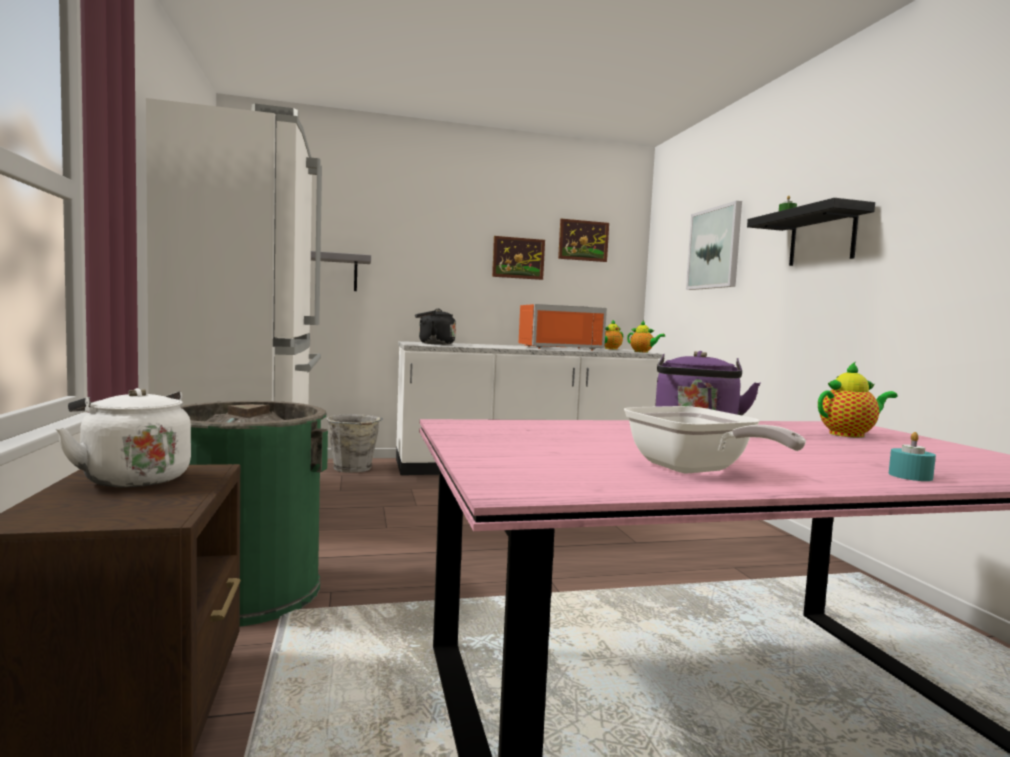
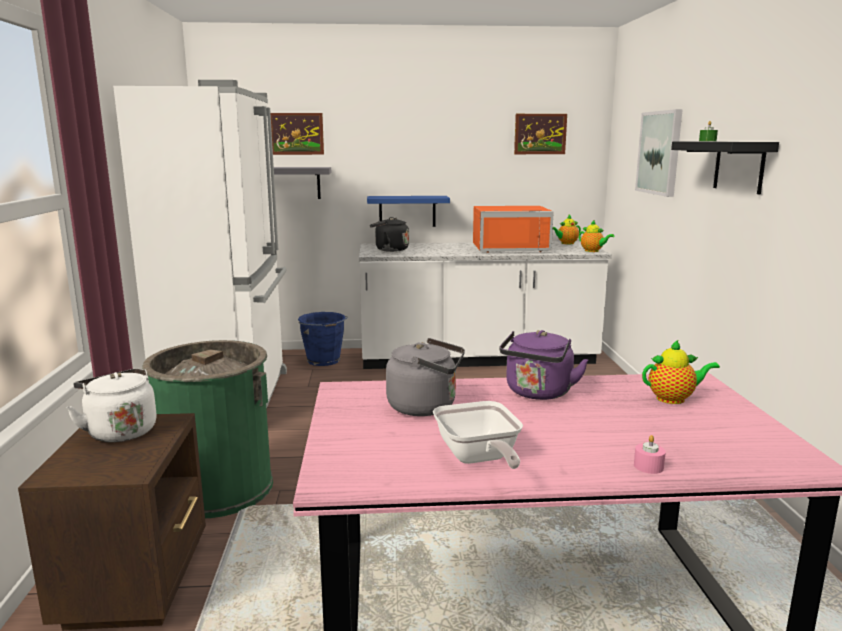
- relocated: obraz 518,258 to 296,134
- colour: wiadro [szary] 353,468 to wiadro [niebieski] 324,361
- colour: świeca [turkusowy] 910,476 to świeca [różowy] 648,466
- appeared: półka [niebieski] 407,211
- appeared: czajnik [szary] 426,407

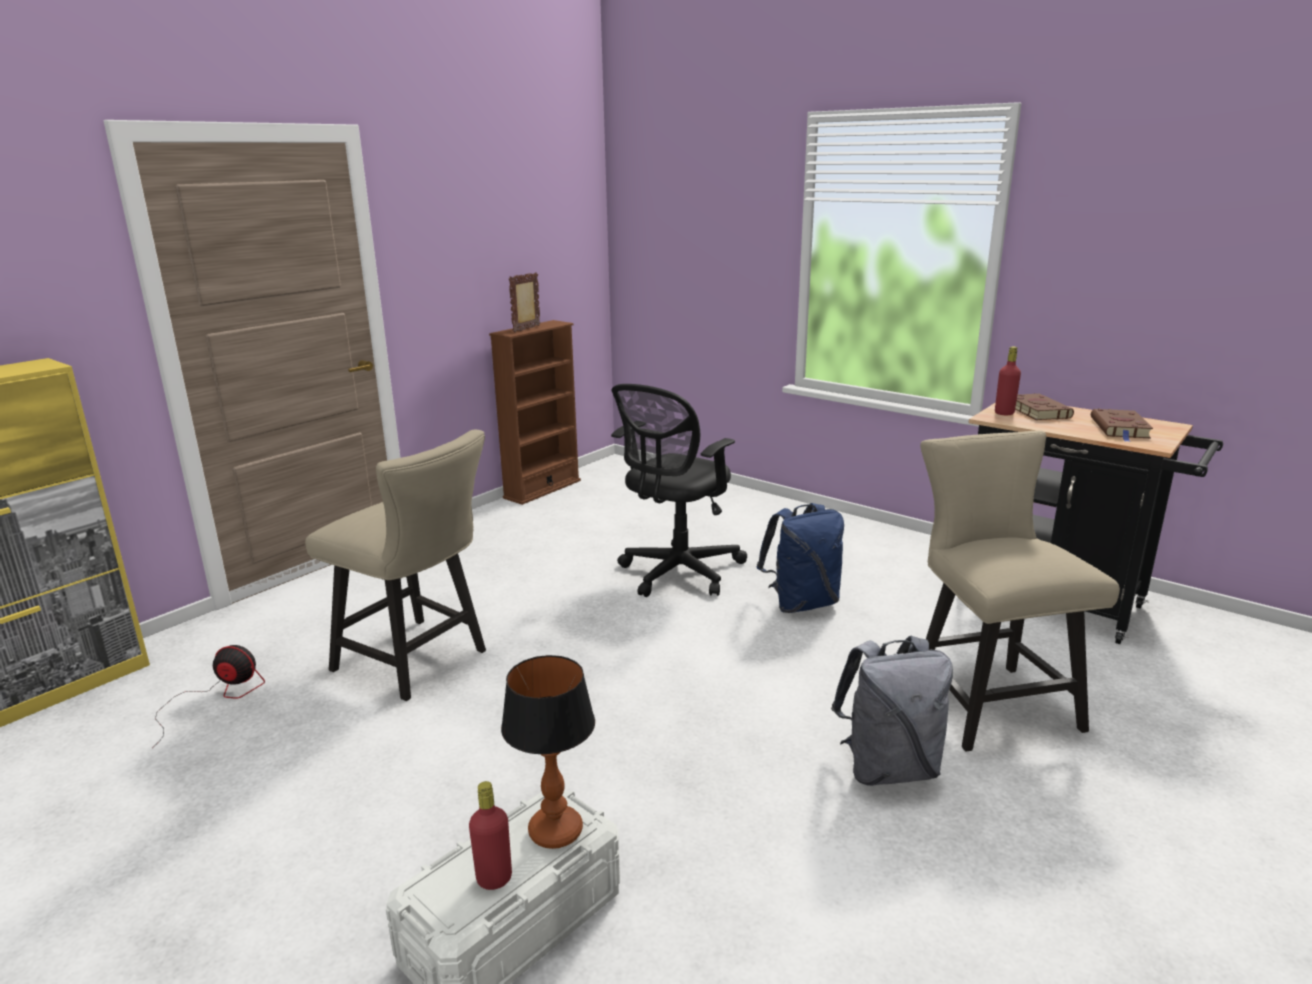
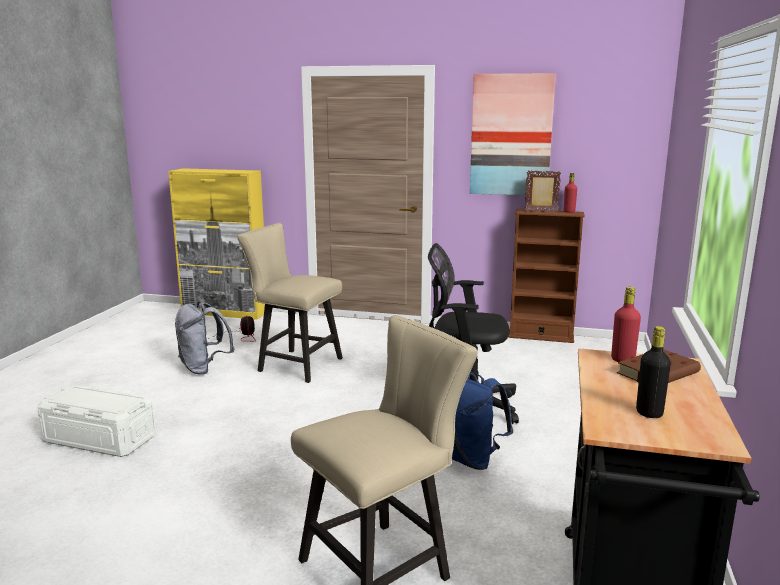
- exchanged: książka [brązowy] 1120,429 to butelka [czarny] 649,413
- spun: krzesło [beżowy] 419,662 = 294,364 105 degrees clockwise
- relocated: plecak [szary] 888,768 to 204,368
- missing: lampa stołowa 556,832
- relocated: butelka [czerwony] 494,879 to 569,212
- appeared: obraz 511,135

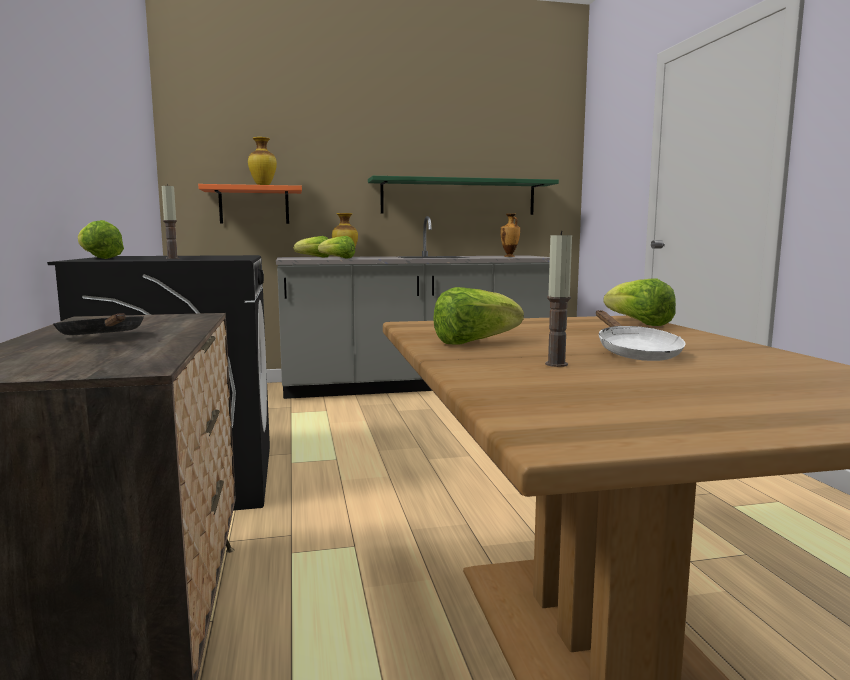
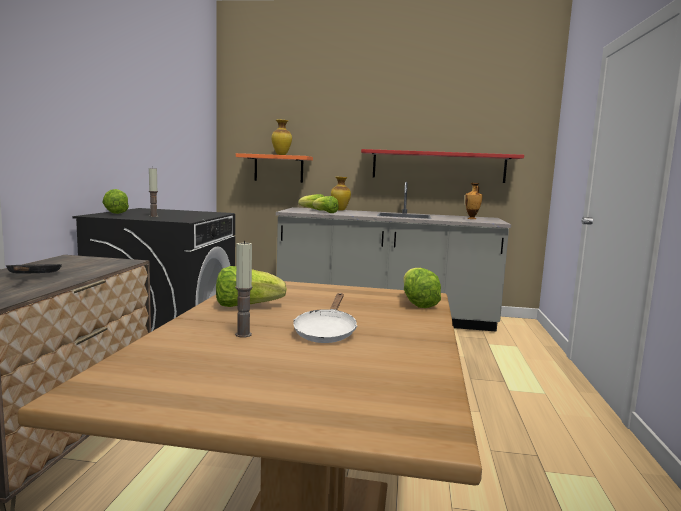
- colour: półka [zielony] 459,197 to półka [czerwony] 438,166

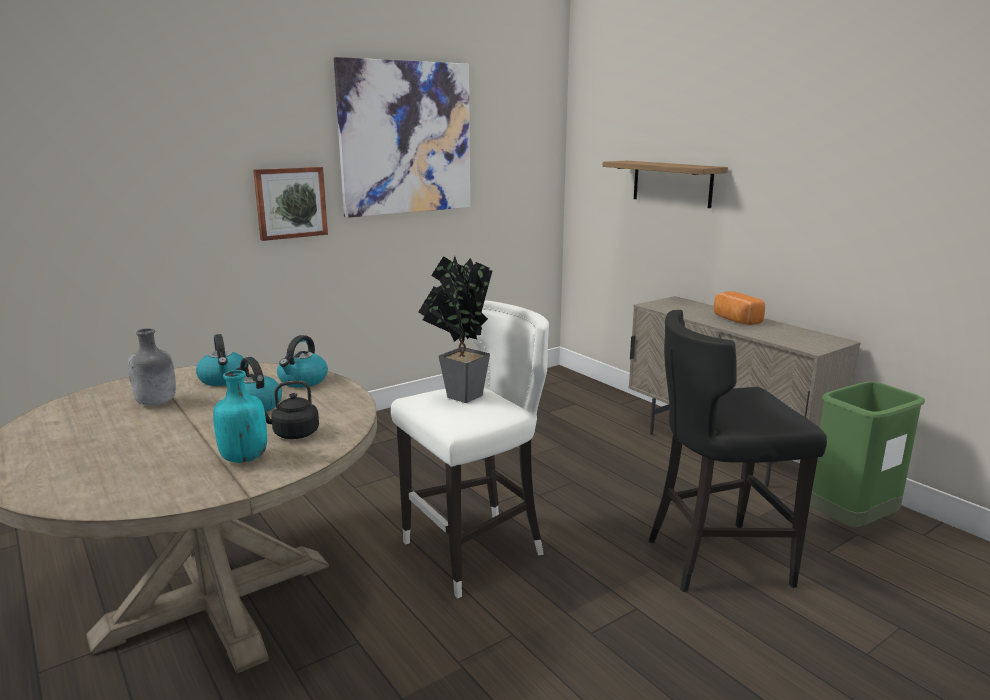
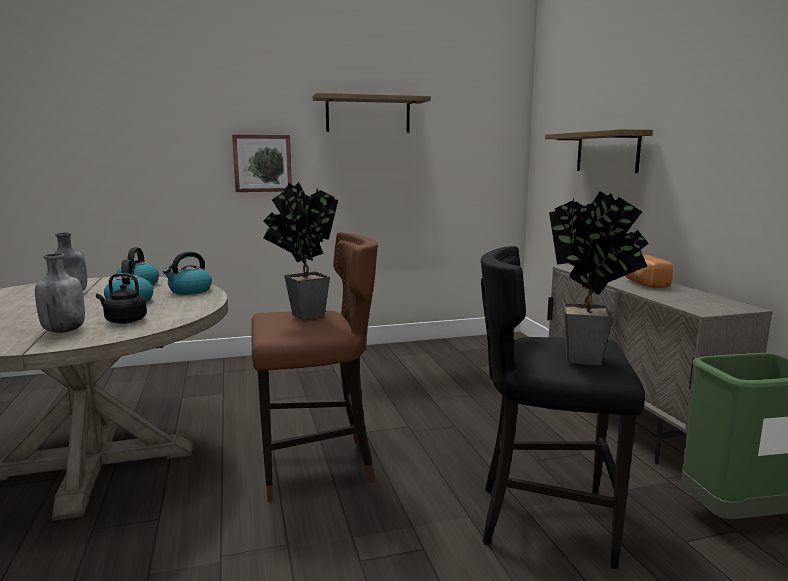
- exchanged: obraz 406,138 to półka 368,114
- colour: stołek [biały] 475,551 to stołek [brązowy] 317,467
- colour: butelka [turkusowy] 243,458 to butelka [szary] 64,330
- appeared: roślina doniczkowa 590,360

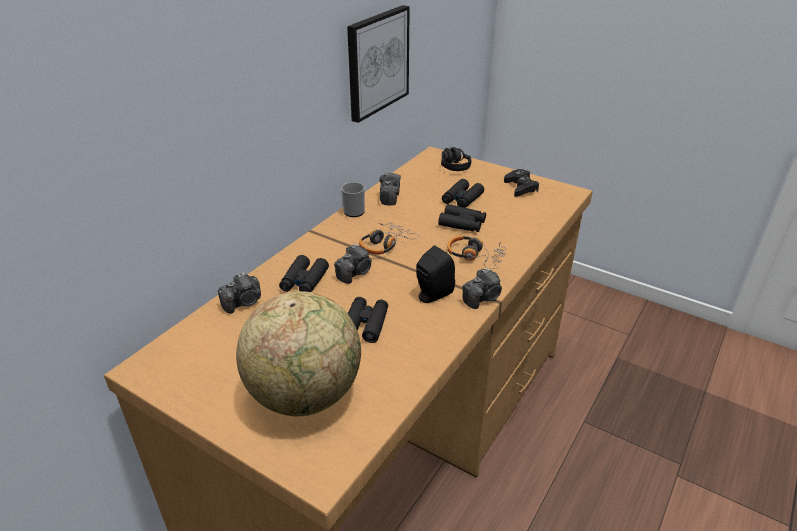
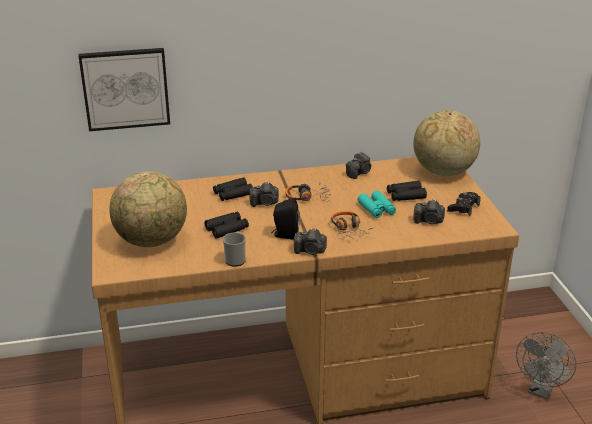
- relocated: obraz 377,62 to 125,88
- exchanged: słuchawki [czarny] 452,164 to globus 443,172
- relocated: kubek 352,210 to 236,259
- colour: lornetka [czarny] 462,223 to lornetka [turkusowy] 376,209
- relocated: aparat fotograficzny 243,302 to 429,221
- appeared: wentylator [szary] 541,390

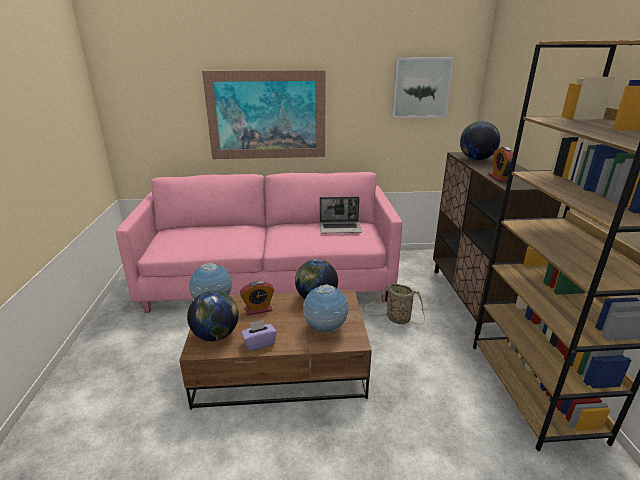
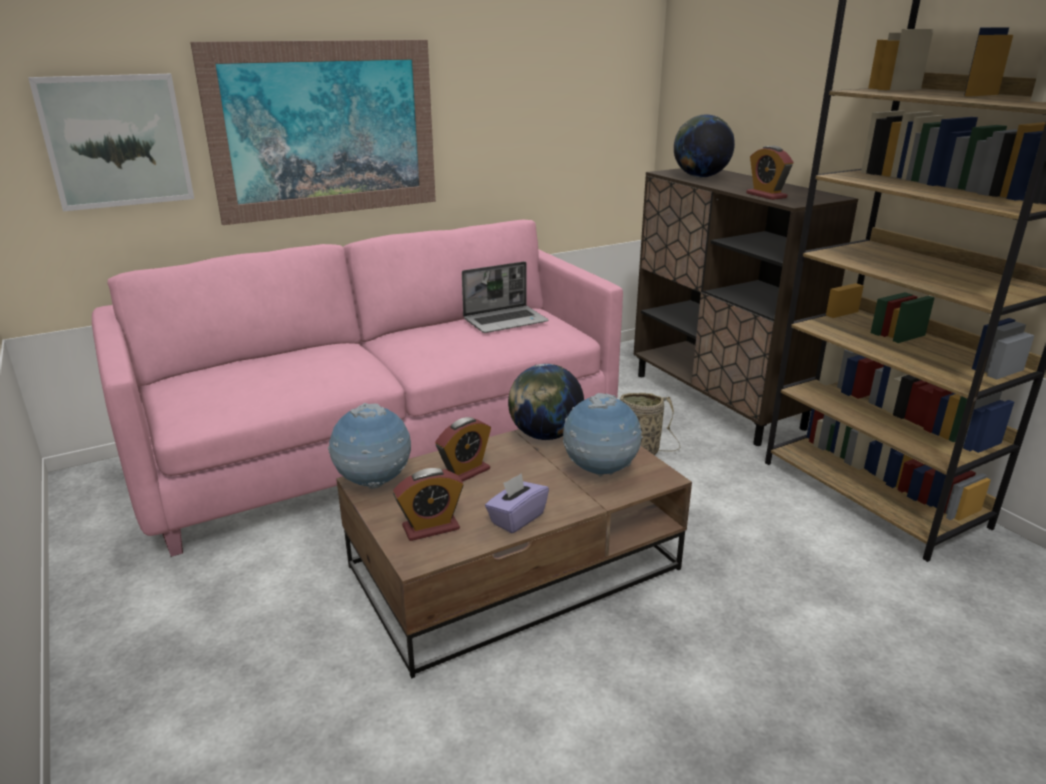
- relocated: obraz 421,88 to 116,141
- exchanged: globus 216,335 to budzik 431,528

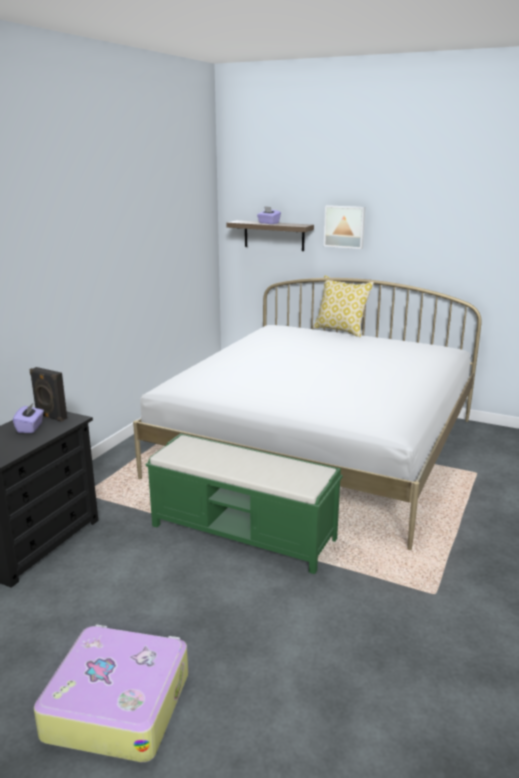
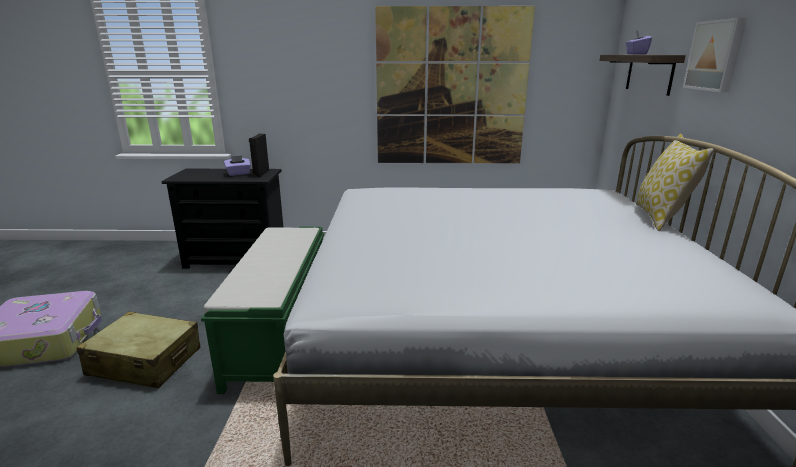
- appeared: obraz 451,89
- appeared: walizka [beżowy] 145,362

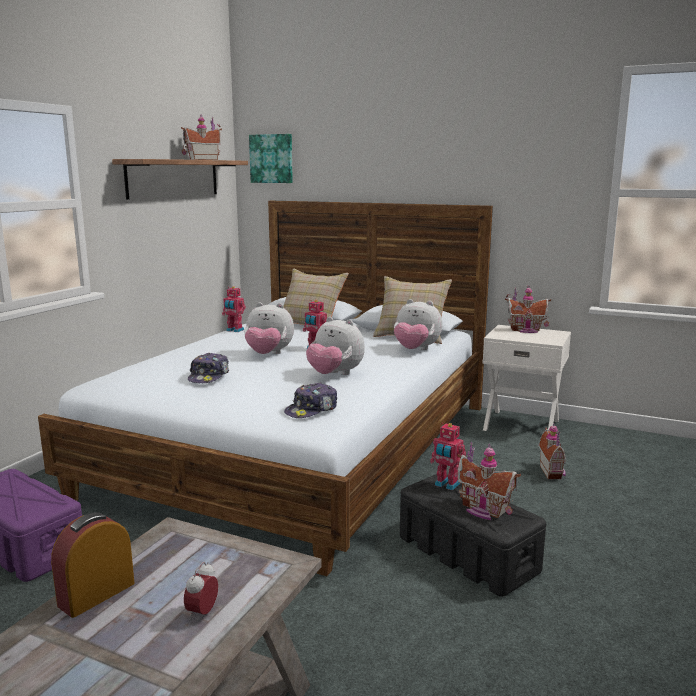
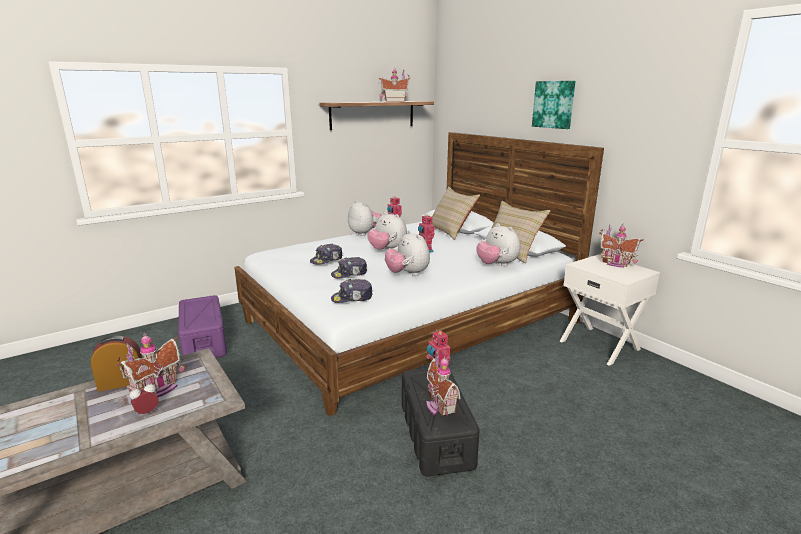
- relocated: obraz 272,158 to 554,104
- relocated: domek 553,472 to 158,389
- appeared: pluszak 365,233
- appeared: czapka z daszkiem 349,274

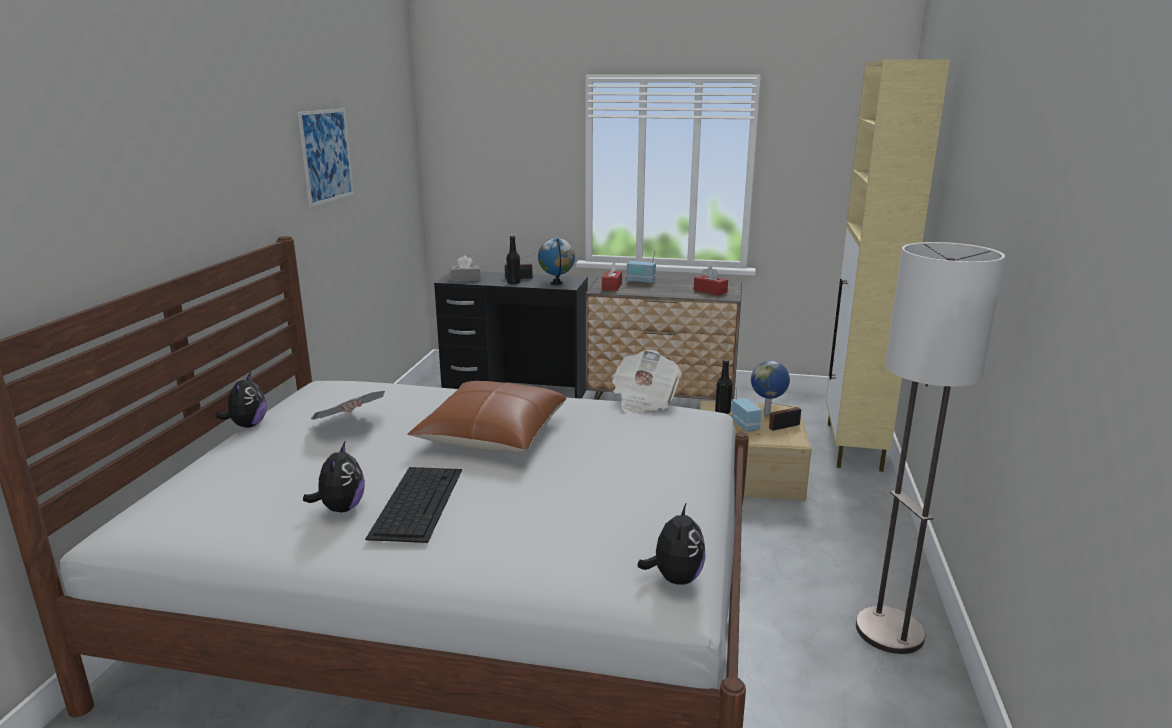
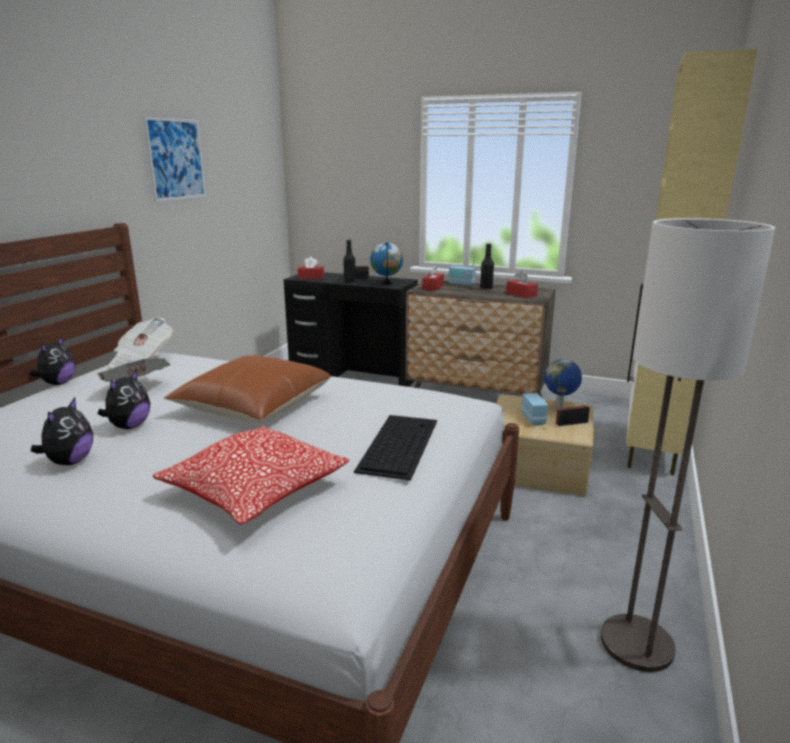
- colour: pudełko chusteczek [szary] 465,279 to pudełko chusteczek [czerwony] 311,278
- relocated: gazeta 644,400 to 141,359
- relocated: butelka [czarny] 722,412 to 486,288
- relocated: klawiatura 417,501 to 398,444
- relocated: pluszak 675,578 to 129,426
- appeared: poduszka 255,490

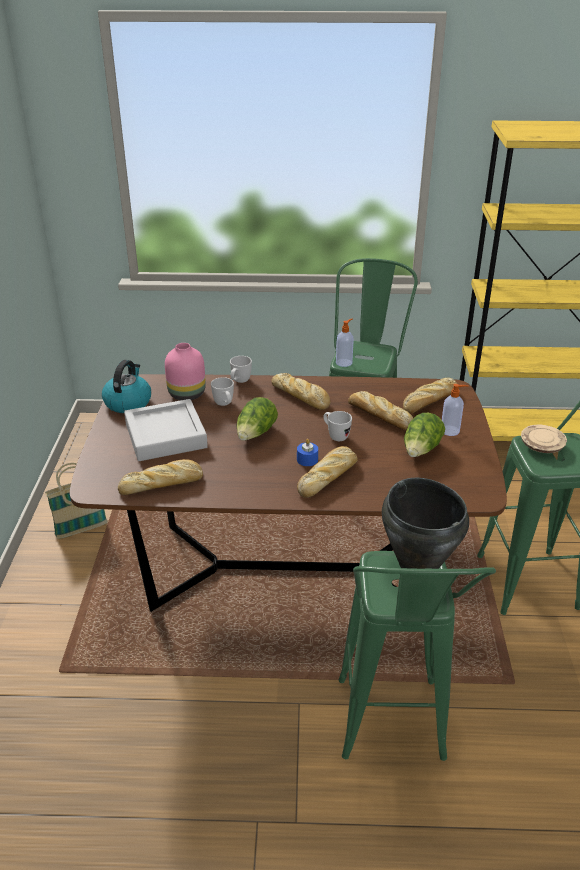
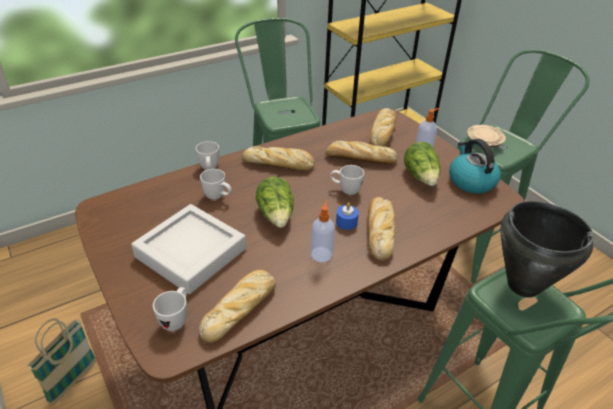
- relocated: dozownik mydła 344,362 to 321,254
- missing: wazon [różowy] 187,394
- relocated: czajnik 128,402 to 471,181
- appeared: kubek [biały] 176,319

